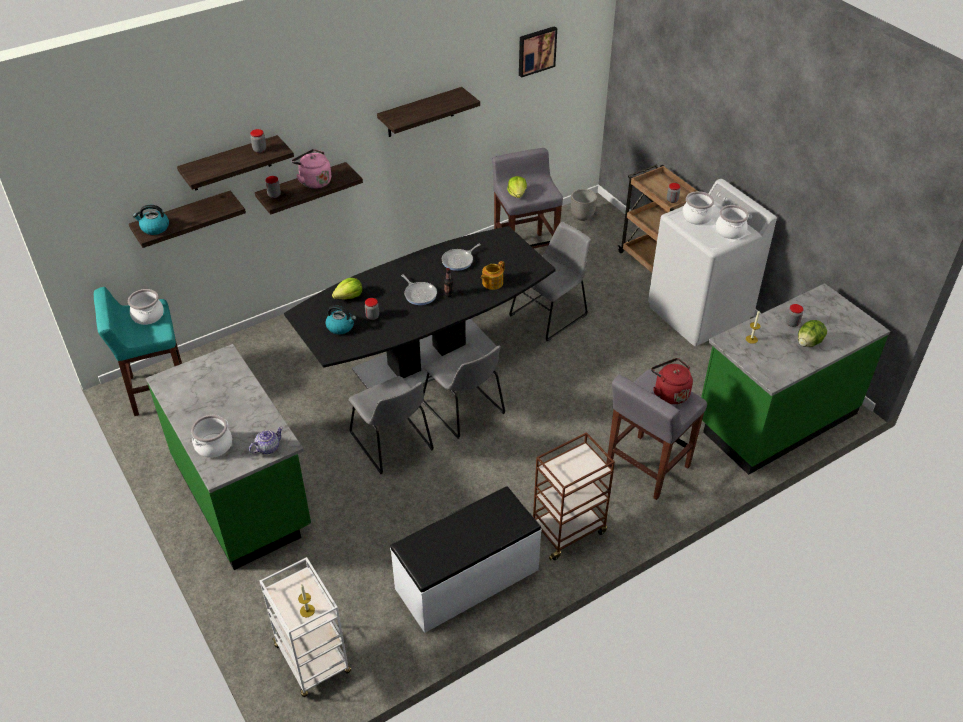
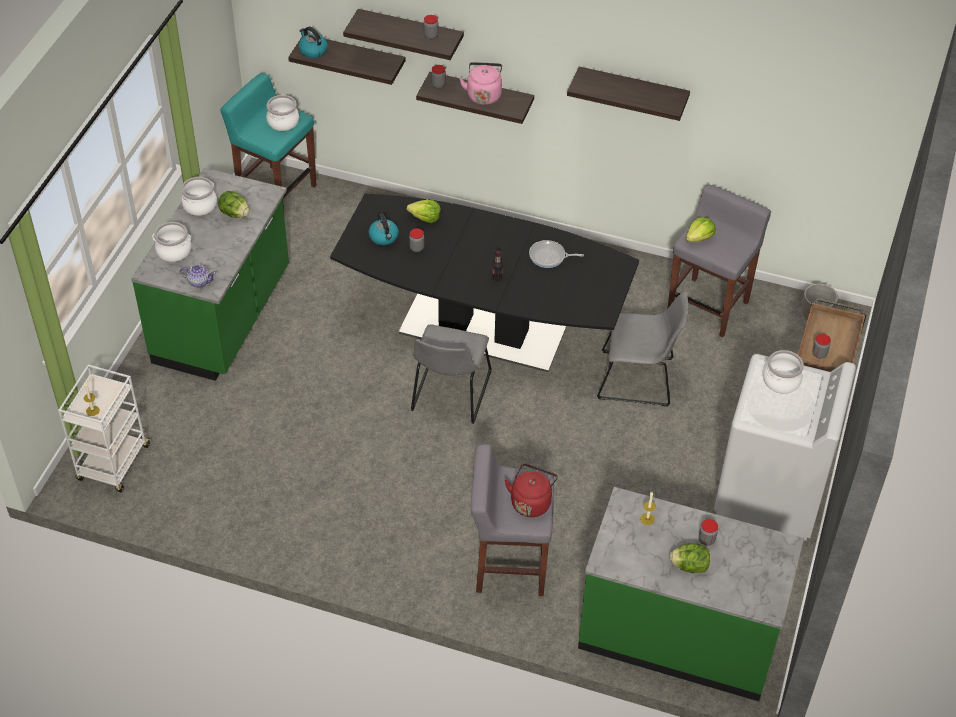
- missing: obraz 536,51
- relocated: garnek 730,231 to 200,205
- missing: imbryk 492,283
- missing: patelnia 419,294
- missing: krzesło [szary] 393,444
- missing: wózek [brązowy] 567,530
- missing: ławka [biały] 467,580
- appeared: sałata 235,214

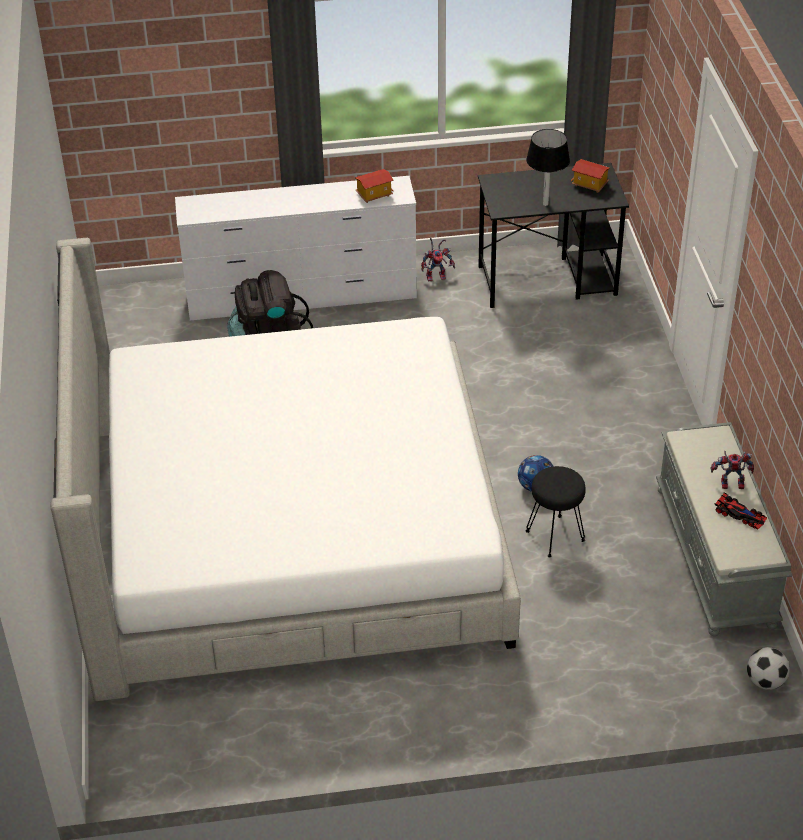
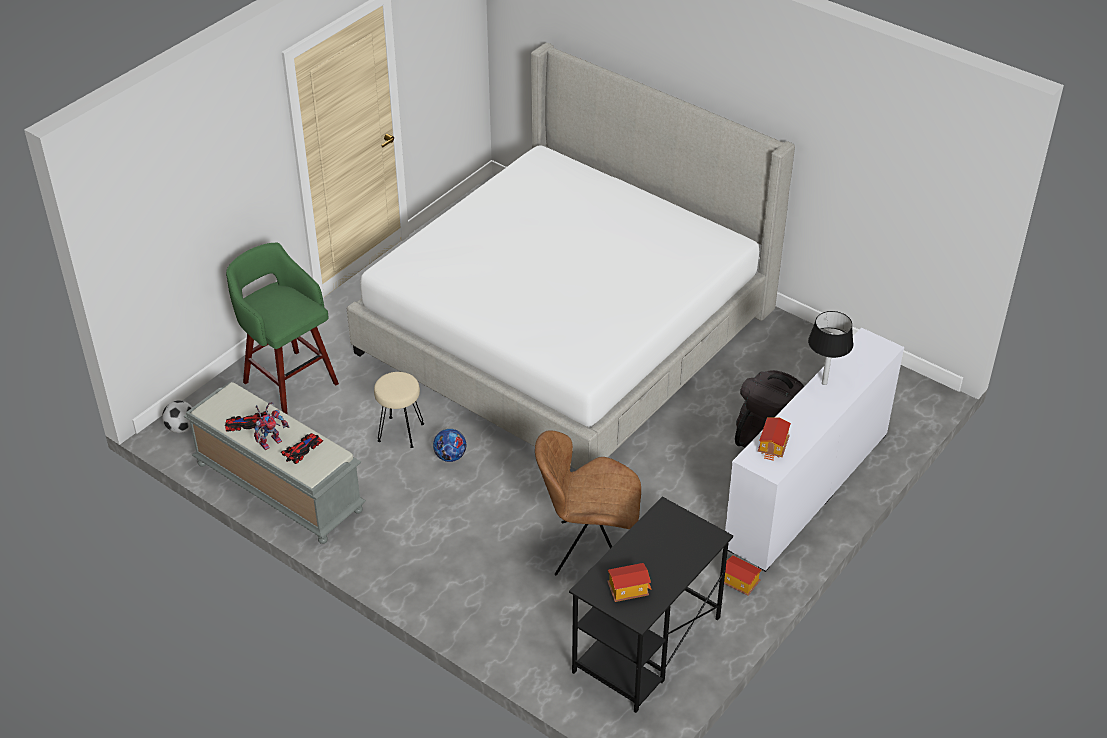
- relocated: lampa stołowa [czarny] 545,204 to 824,383
- exchanged: robot zabawkowy 437,275 to domek 739,583
- colour: stołek [czarny] 555,536 to stołek [beżowy] 400,432
- appeared: stołek [zielony] 289,381
- appeared: krzesło [brązowy] 589,550
- appeared: samochodzik 302,449

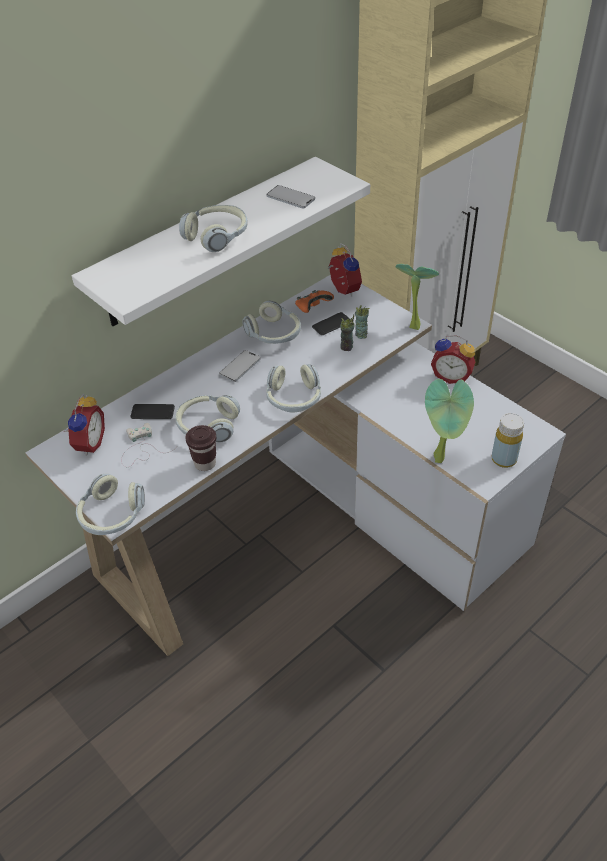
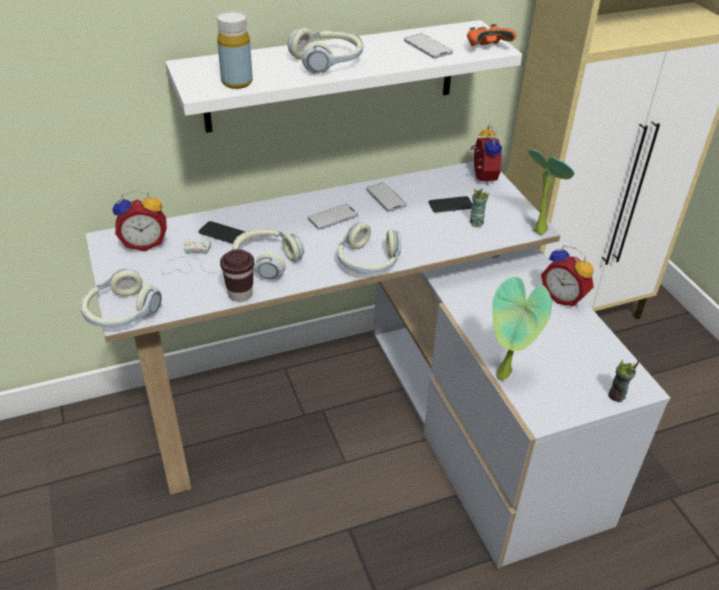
- relocated: pad do gier [pomarańczowy] 313,308 to 487,48
- exchanged: słuchawki 274,334 to telefon 386,198
- relocated: filiżanka 347,347 to 617,396
- spun: budzik 88,444 = 144,243 45 degrees clockwise
- relocated: butelka [żółty] 504,459 to 237,82

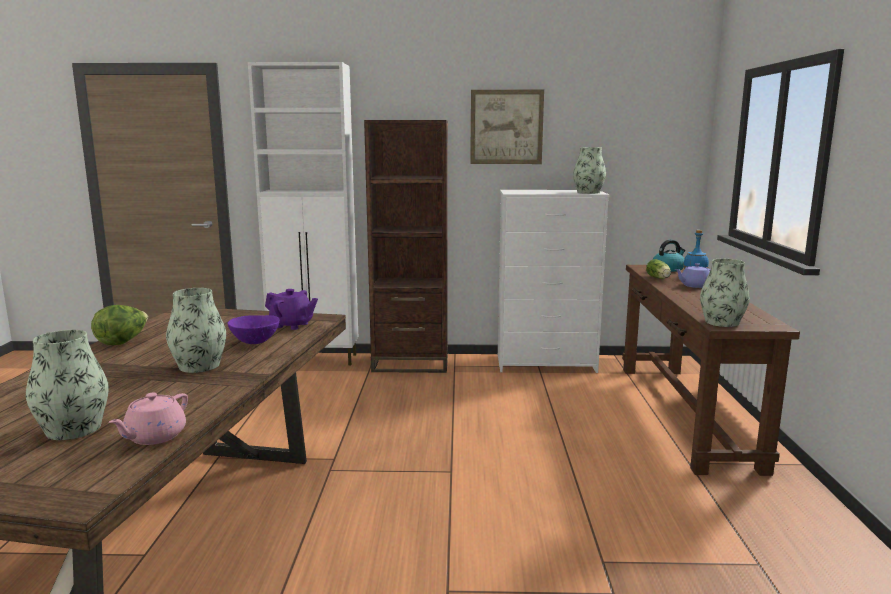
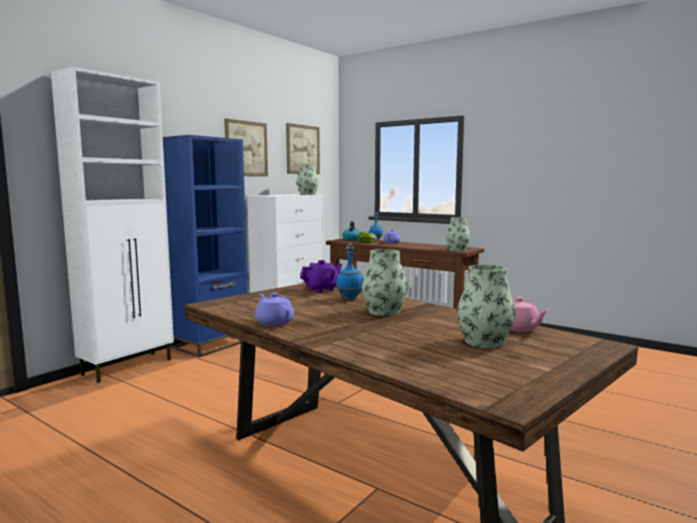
- colour: regał [brązowy] 410,363 to regał [niebieski] 211,344
- exchanged: sałata 123,342 to imbryk [fioletowy] 274,322
- exchanged: miska [fioletowy] 255,343 to butelka [niebieski] 350,299
- appeared: obraz 303,149

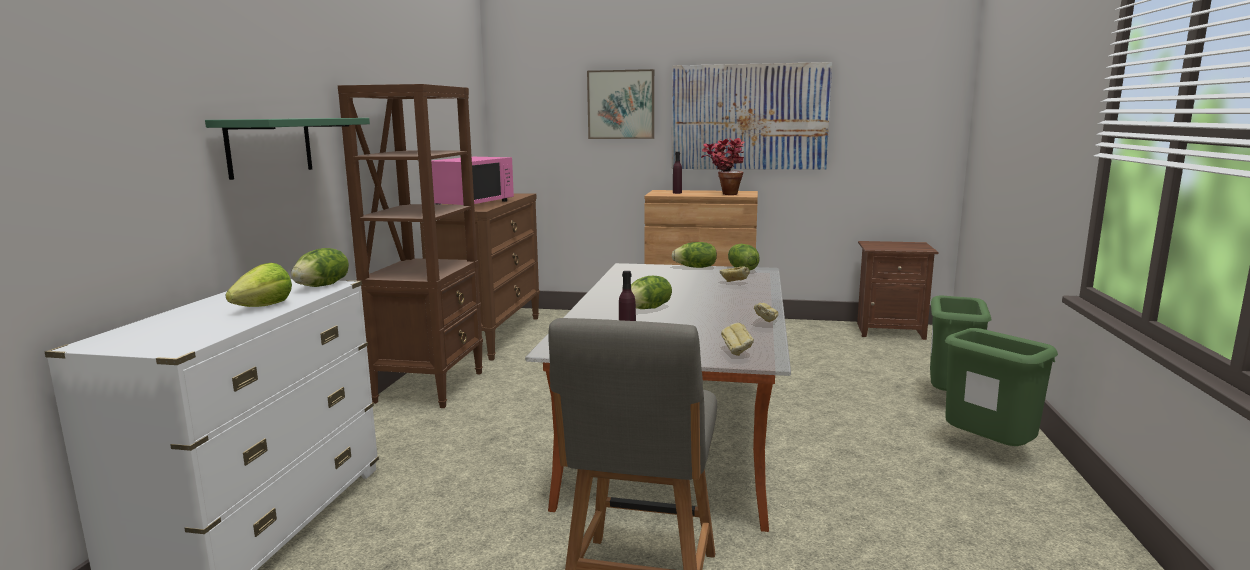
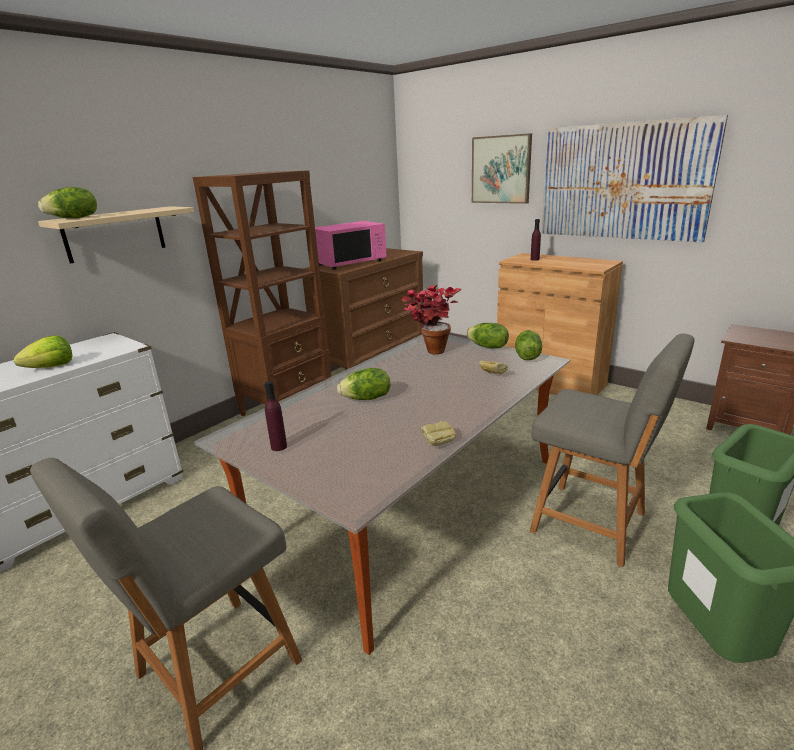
- colour: półka [zielony] 270,146 to półka [beżowy] 115,234
- relocated: roślina doniczkowa 723,194 to 430,350
- relocated: sałata 323,286 to 74,218
- missing: chleb 737,352
- appeared: krzesło [szary] 593,524

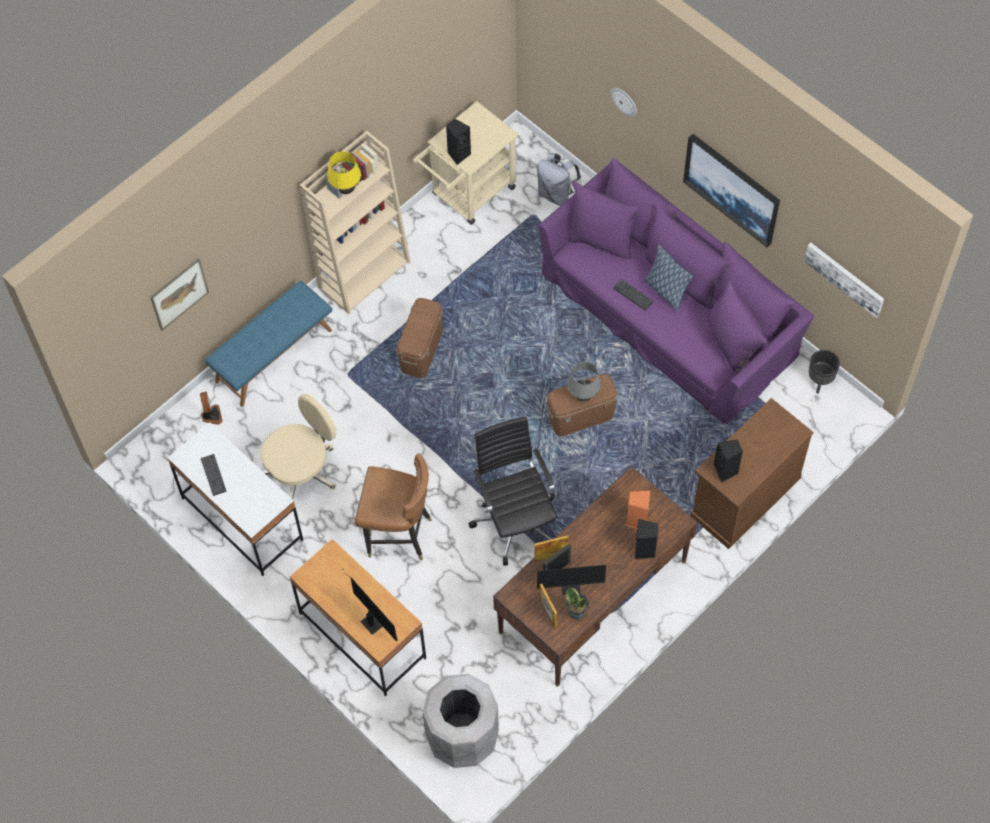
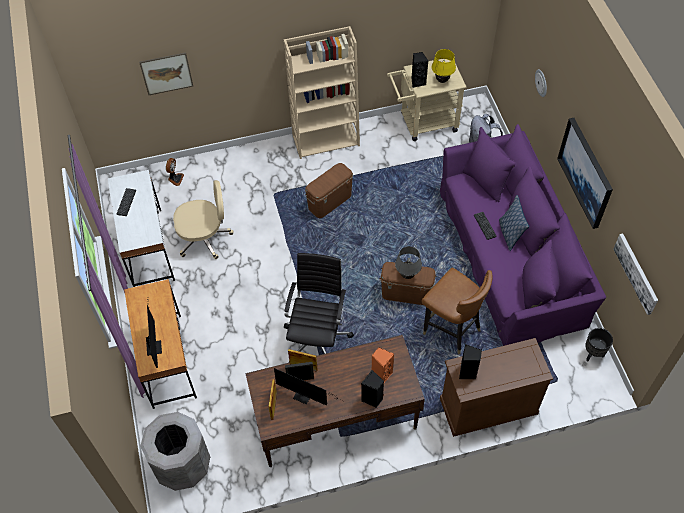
- relocated: lampa stołowa [żółty] 346,190 to 442,80
- missing: ławka [niebieski] 273,355
- relocated: krzesło [brązowy] 398,535 to 451,330
- missing: roślina doniczkowa 577,611

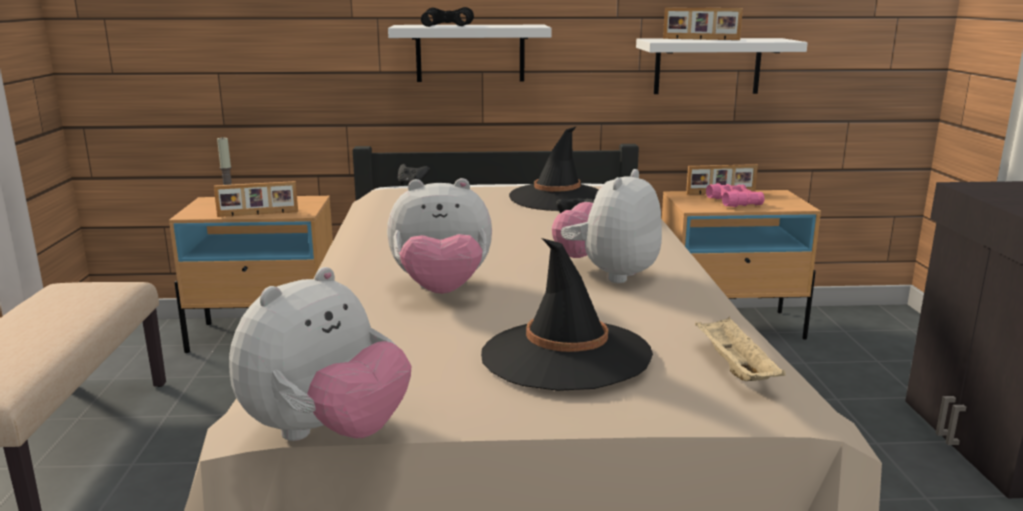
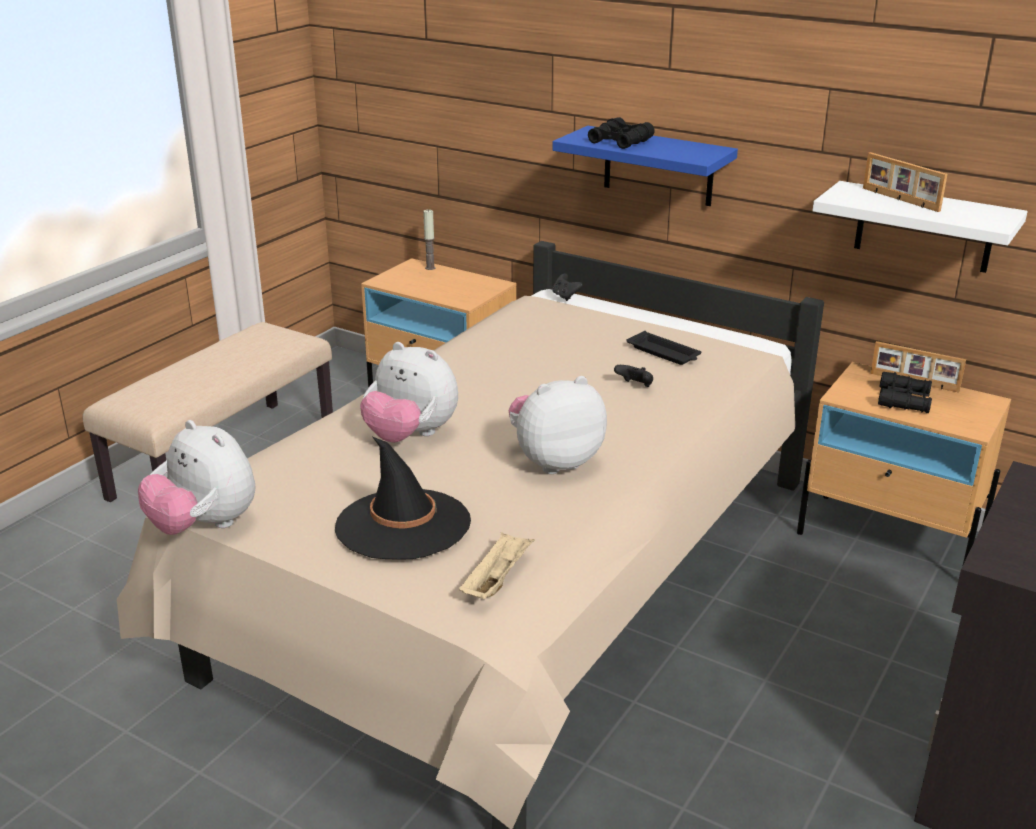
- colour: półka [biały] 470,53 to półka [niebieski] 658,166
- exchanged: kapelusz [czarny] 557,198 to taca [czarny] 664,353
- missing: ramka na zdjęcie 258,214
- colour: lornetka [różowy] 734,202 to lornetka [czarny] 904,400
- spun: pluszak 326,433 = 204,526 60 degrees clockwise

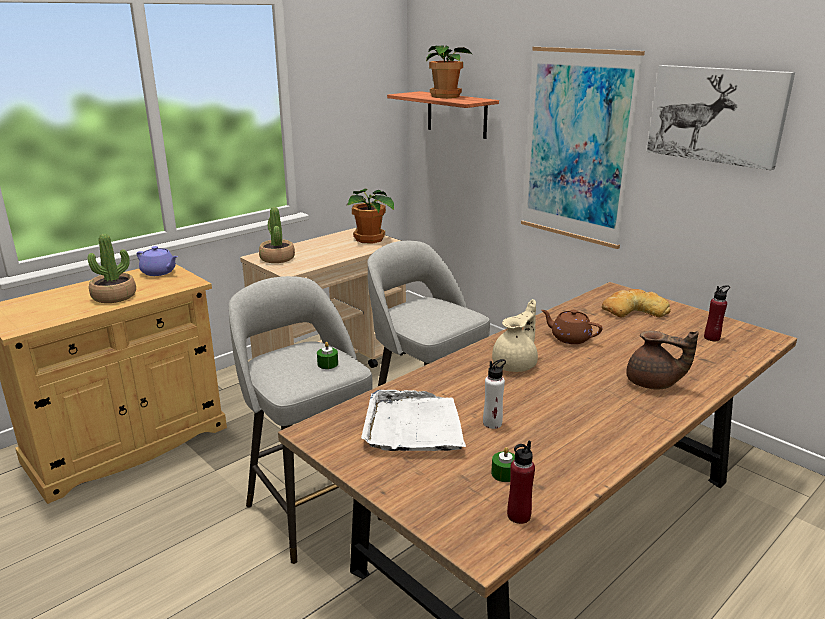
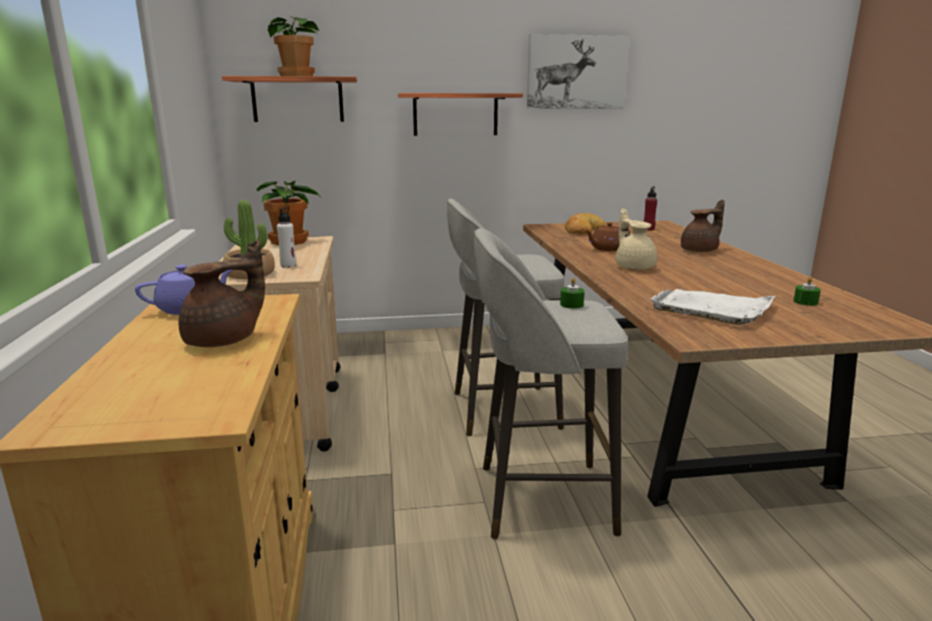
- exchanged: obraz 577,146 to półka 455,114
- exchanged: roślina doniczkowa 114,296 to imbryk [brązowy] 225,340
- relocated: butelka [biały] 492,423 to 288,265
- missing: butelka [czerwony] 518,515

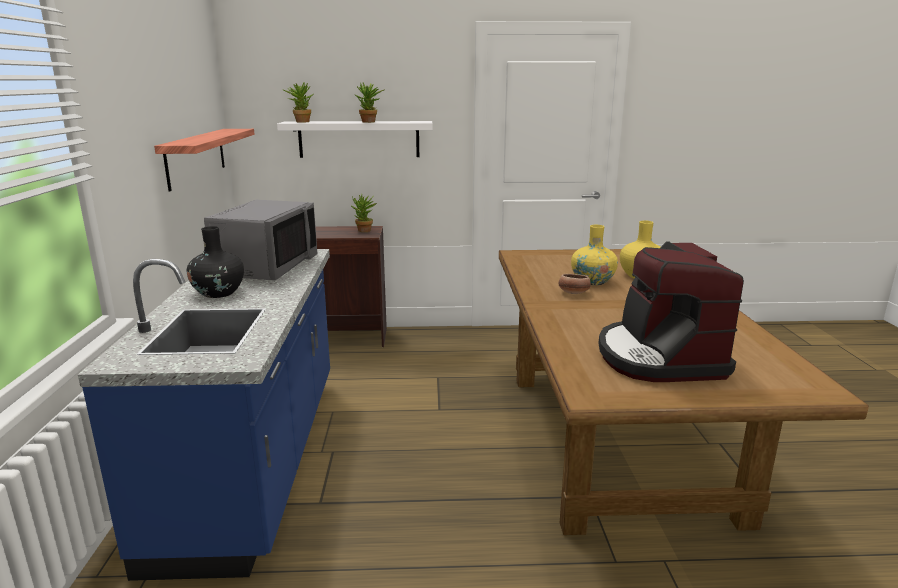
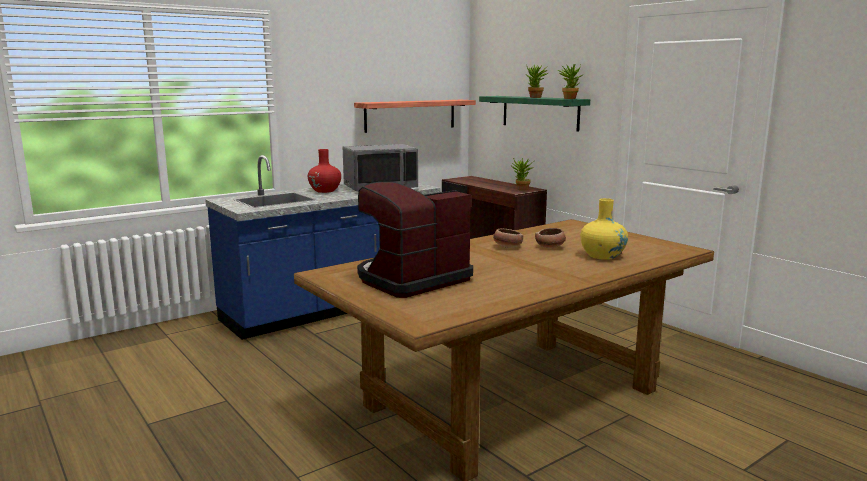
- relocated: roślina doniczkowa 300,122 to 569,98
- colour: półka [biały] 359,139 to półka [zielony] 540,112
- exchanged: wazon [żółty] 592,281 to miska 550,247
- colour: wazon [czarny] 218,293 to wazon [czerwony] 325,191

